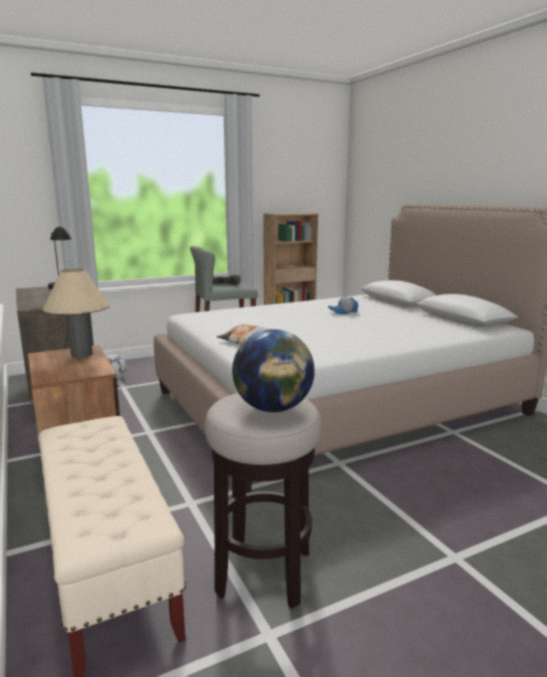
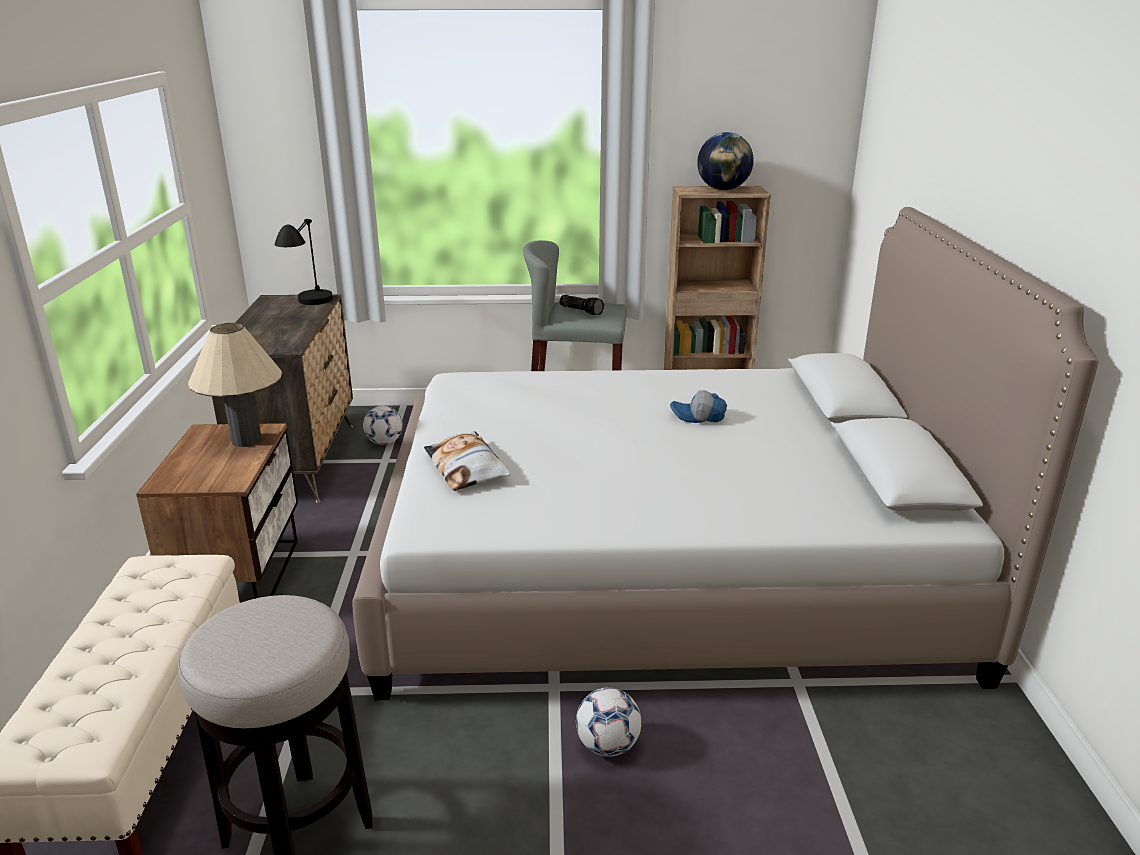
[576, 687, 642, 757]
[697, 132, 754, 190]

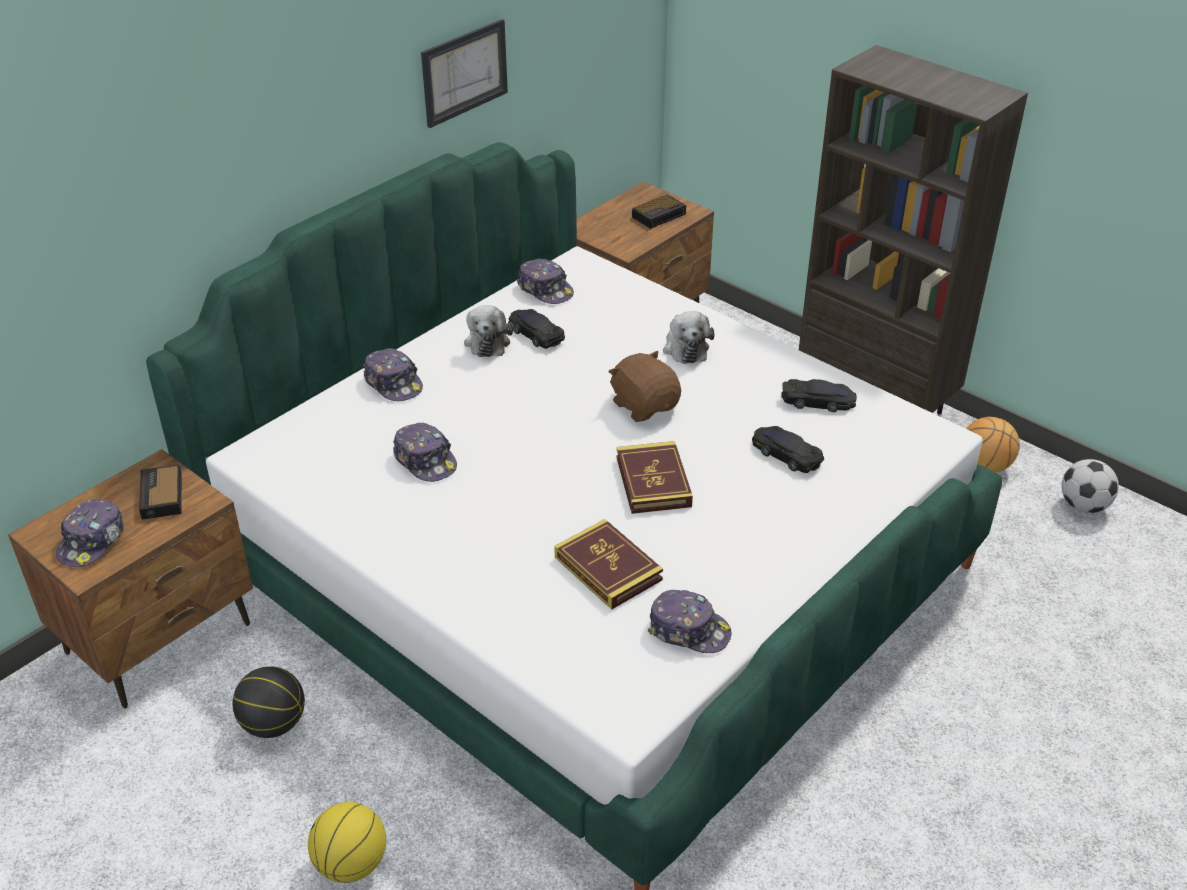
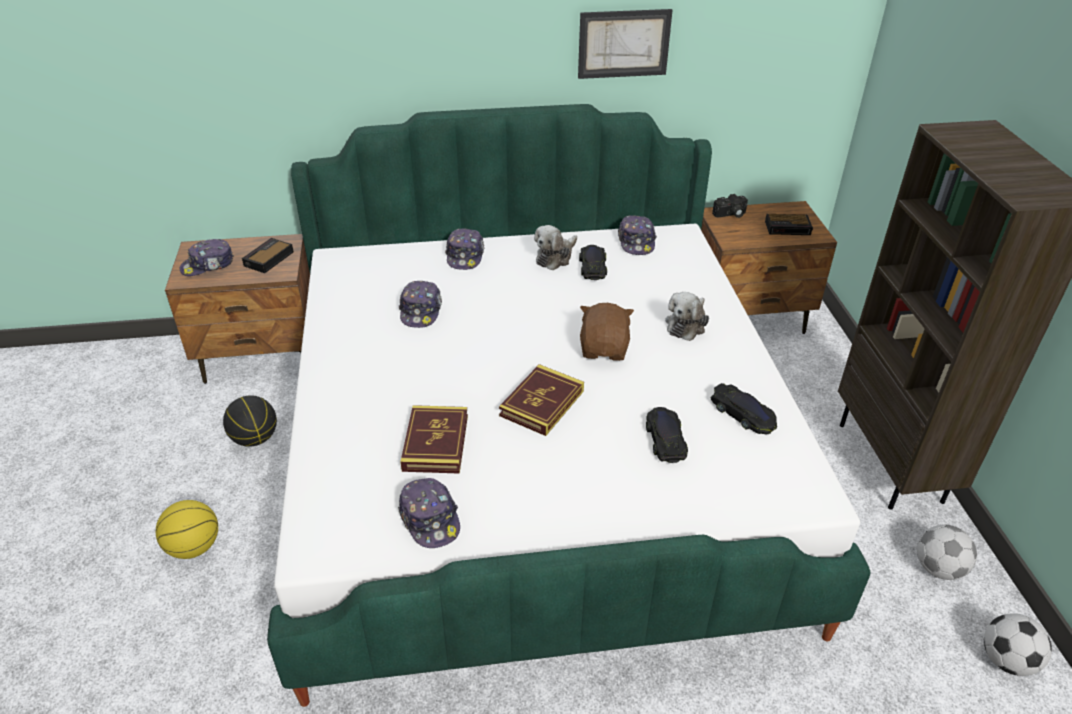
[712, 194, 748, 218]
[917, 525, 977, 580]

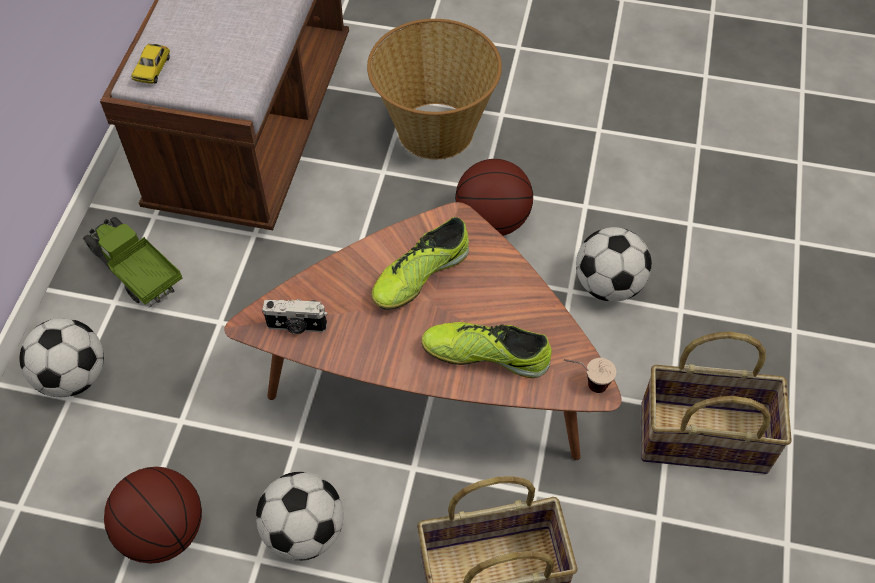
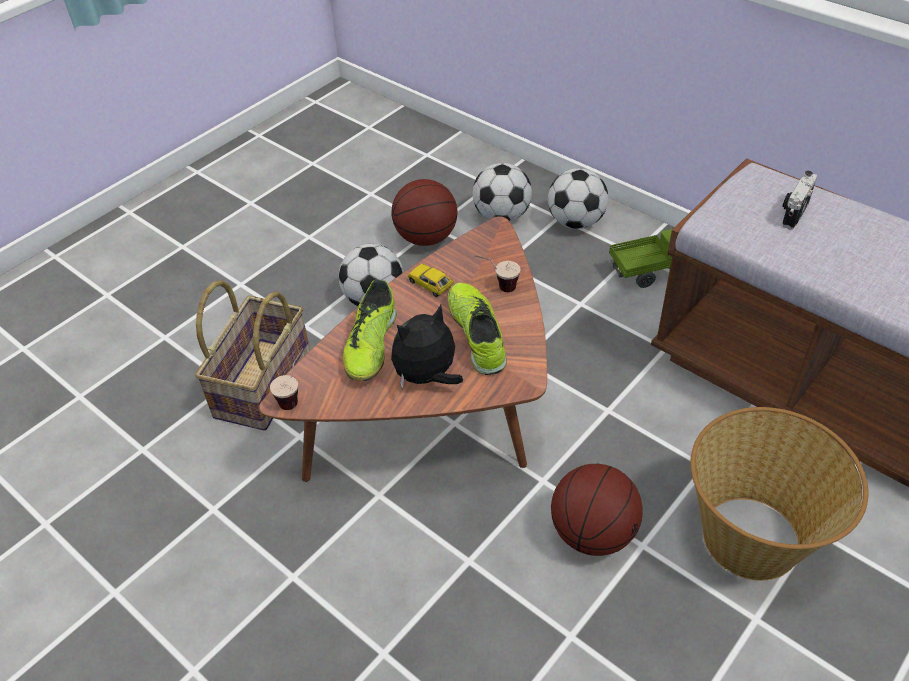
[343, 279, 397, 381]
[391, 305, 463, 389]
[408, 264, 453, 297]
[473, 163, 532, 222]
[474, 255, 520, 292]
[782, 171, 817, 230]
[641, 332, 792, 474] (first image)

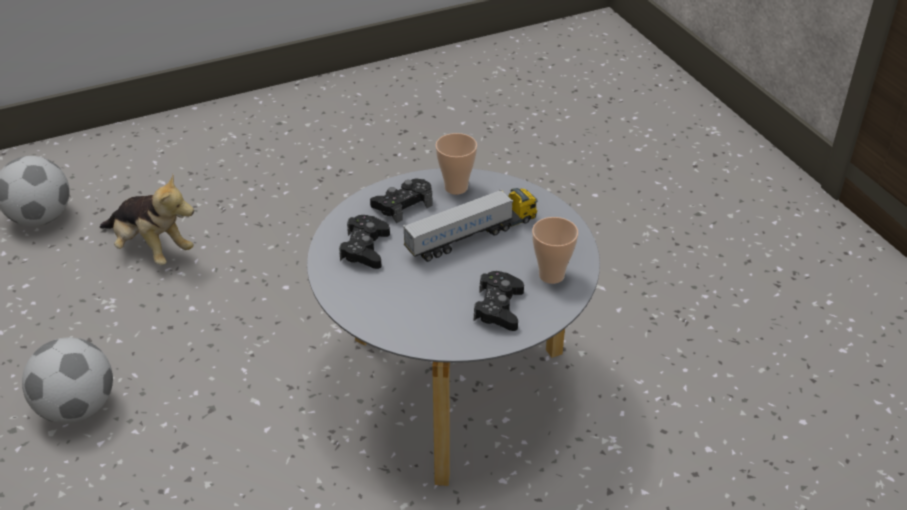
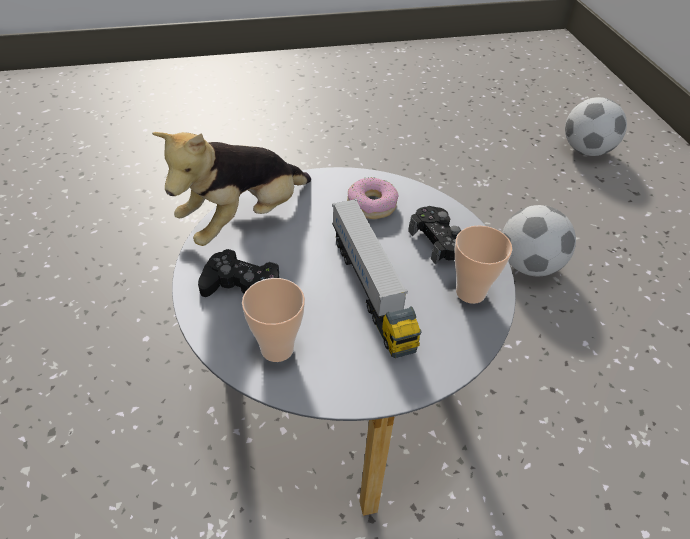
[152, 132, 311, 246]
[347, 177, 399, 219]
[502, 205, 576, 276]

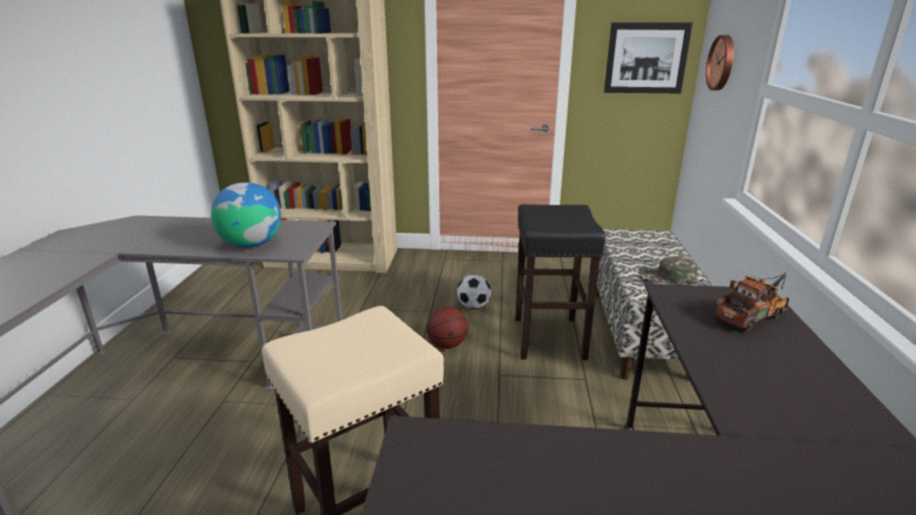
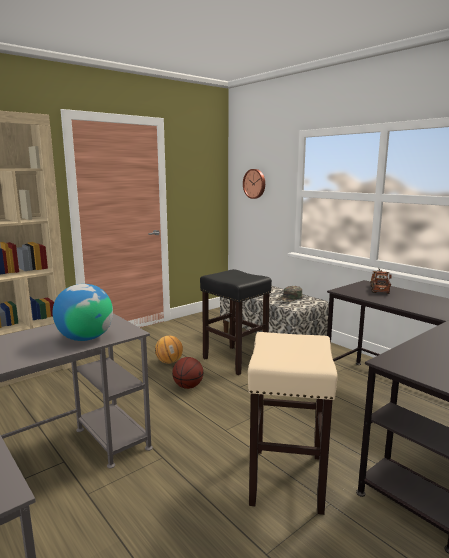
[155, 336, 183, 364]
[604, 22, 693, 94] (first image)

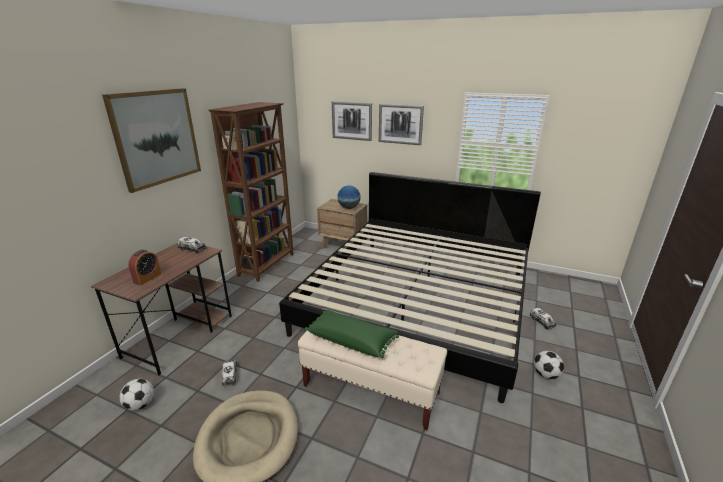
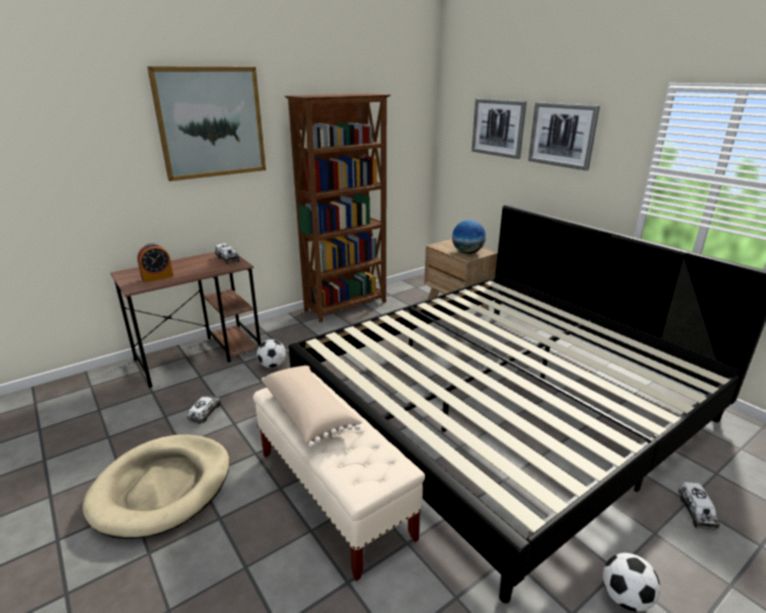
[257, 339, 286, 368]
[262, 366, 363, 447]

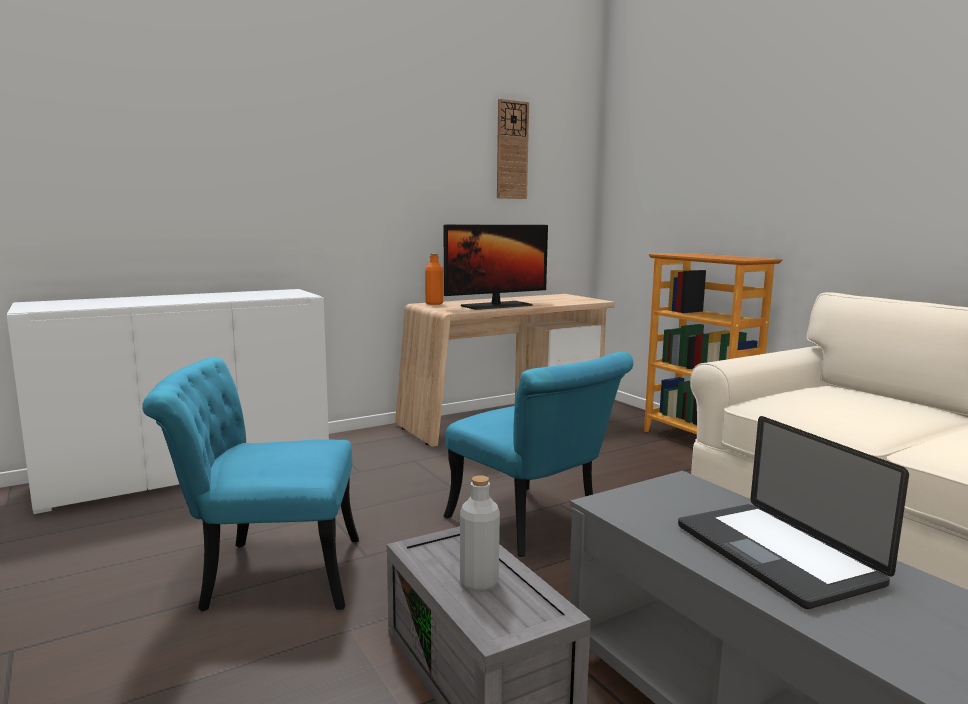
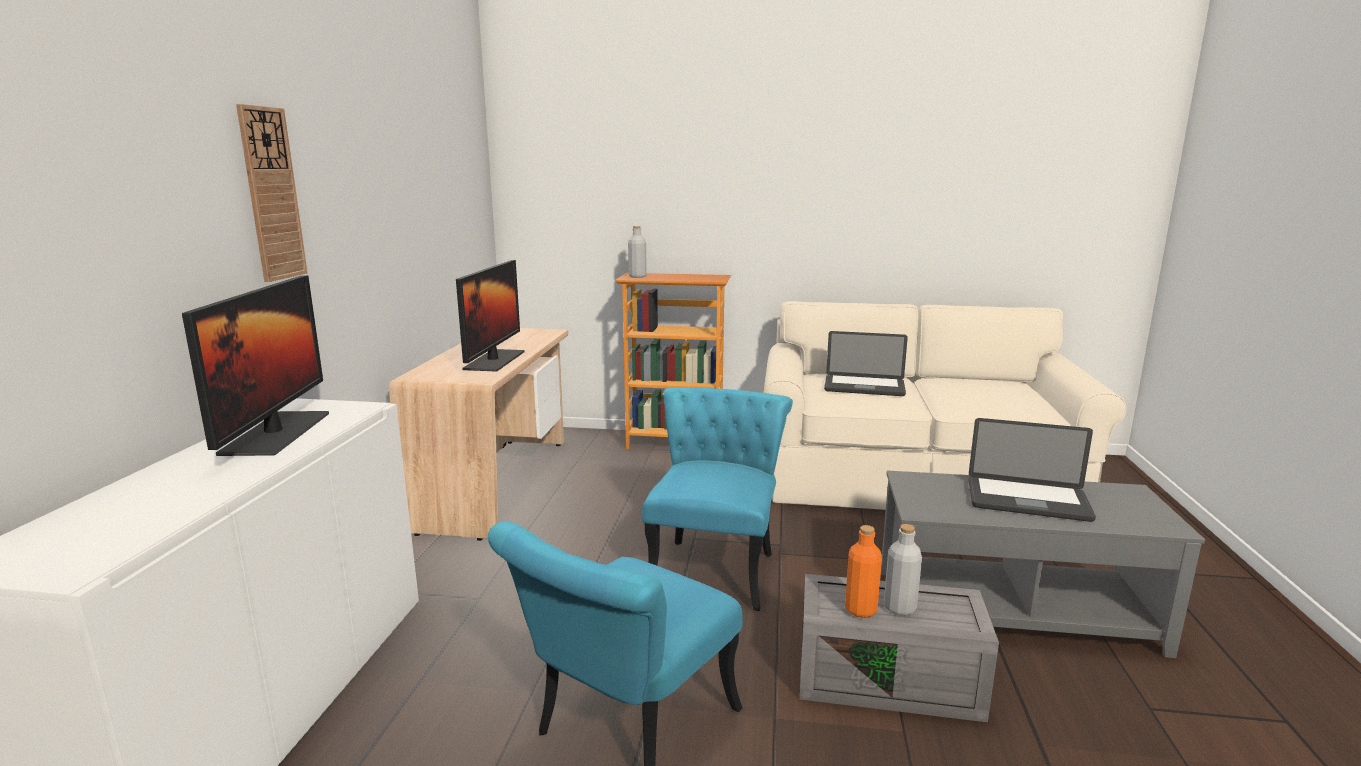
[182, 275, 329, 456]
[236, 104, 308, 282]
[628, 226, 647, 278]
[642, 387, 793, 611]
[824, 331, 908, 396]
[845, 525, 882, 618]

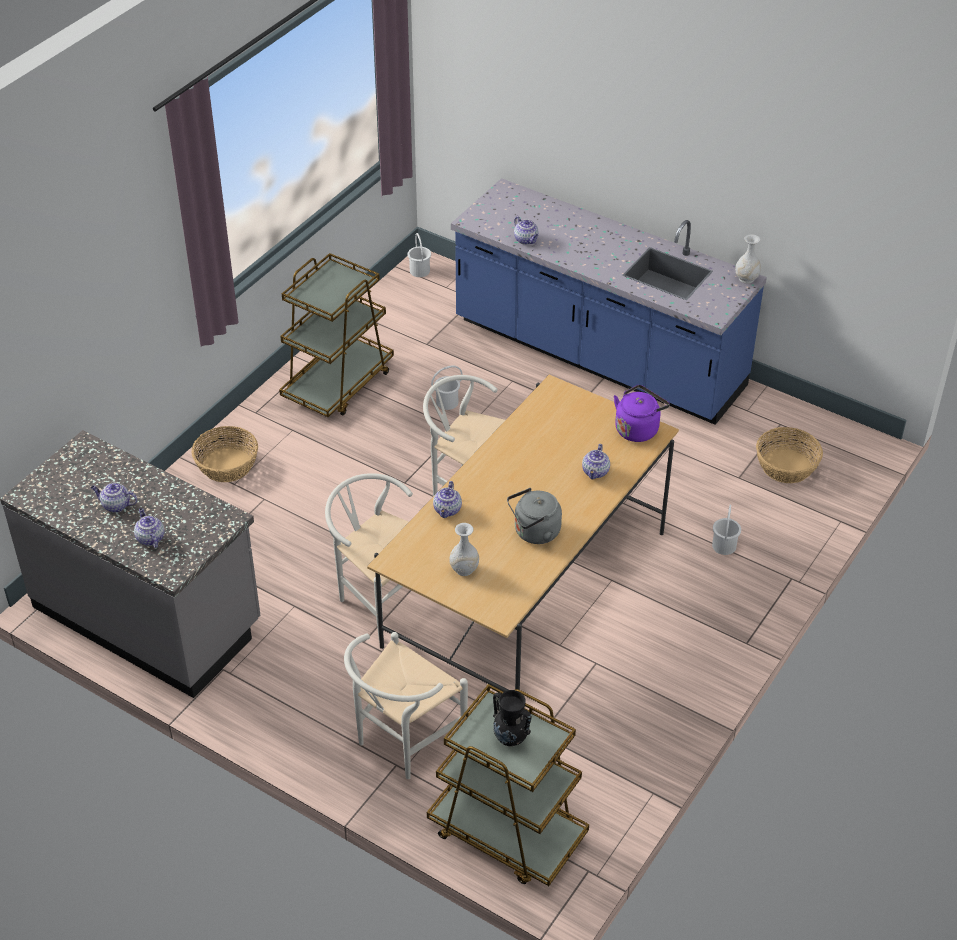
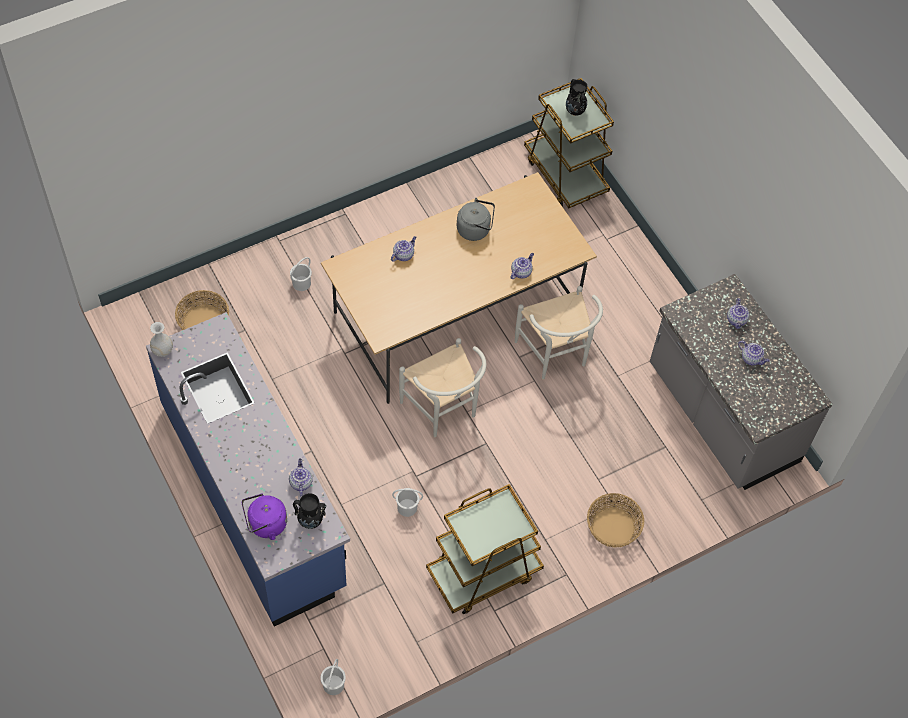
[242, 493, 287, 540]
[293, 493, 326, 529]
[344, 632, 468, 779] (first image)
[449, 523, 479, 576] (first image)

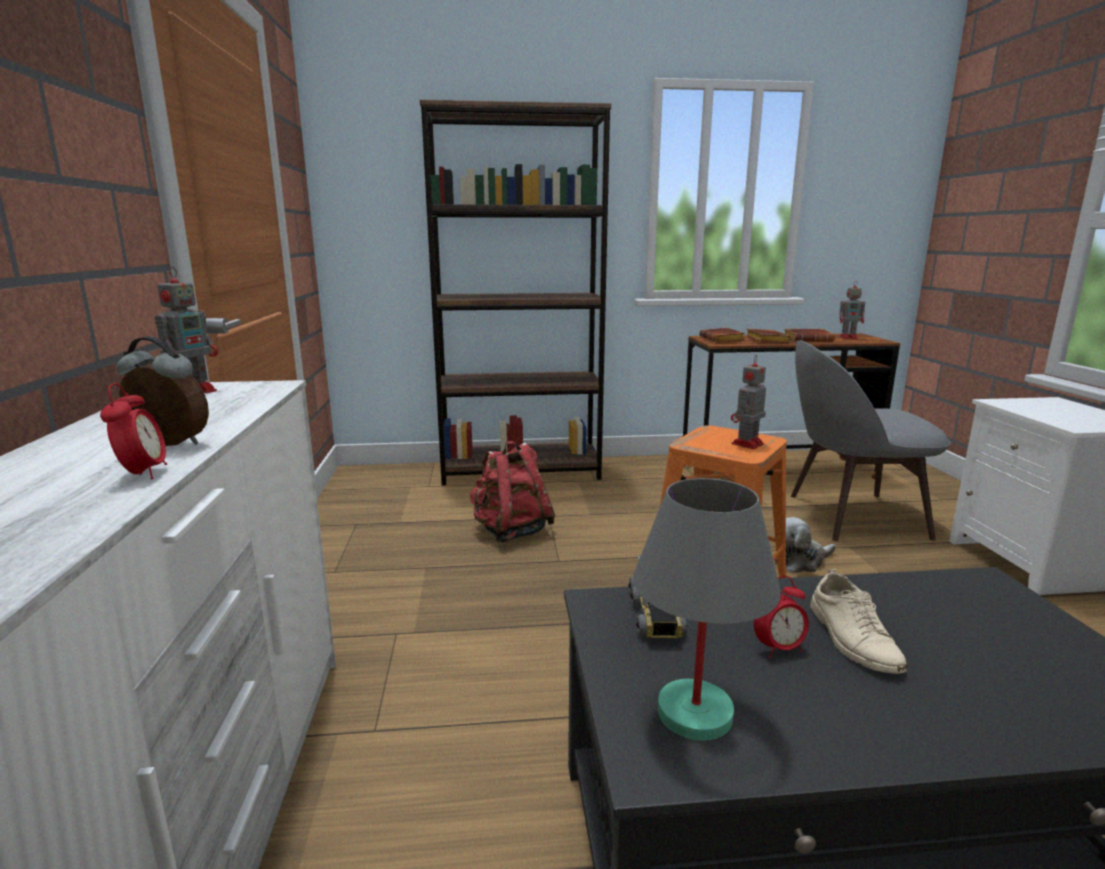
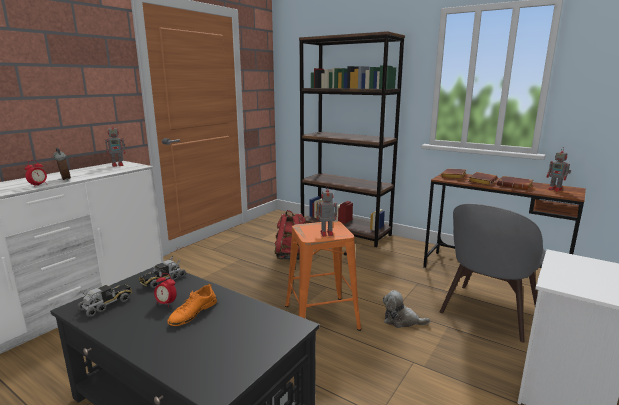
[77, 284, 132, 317]
[167, 284, 217, 326]
[440, 204, 546, 342]

